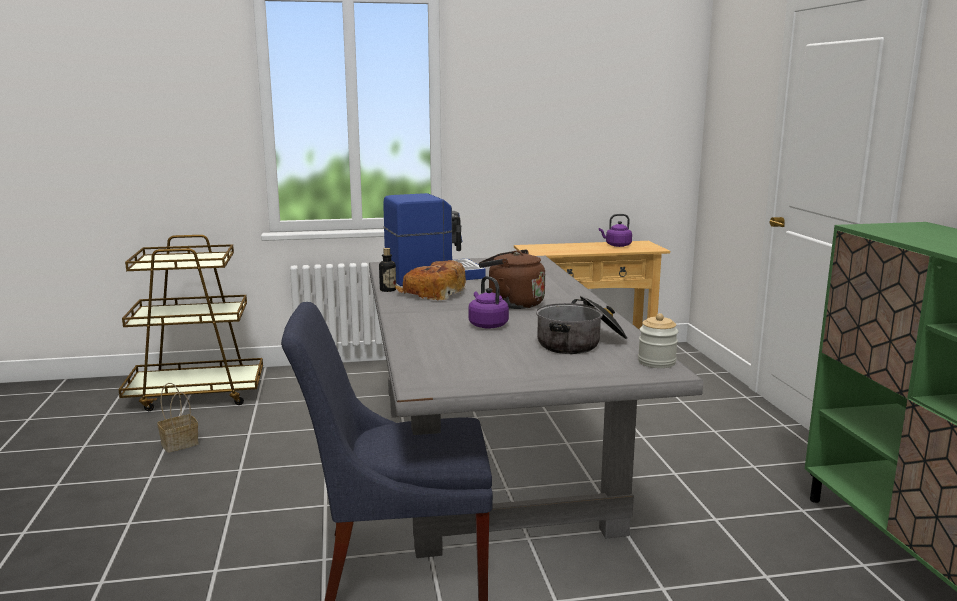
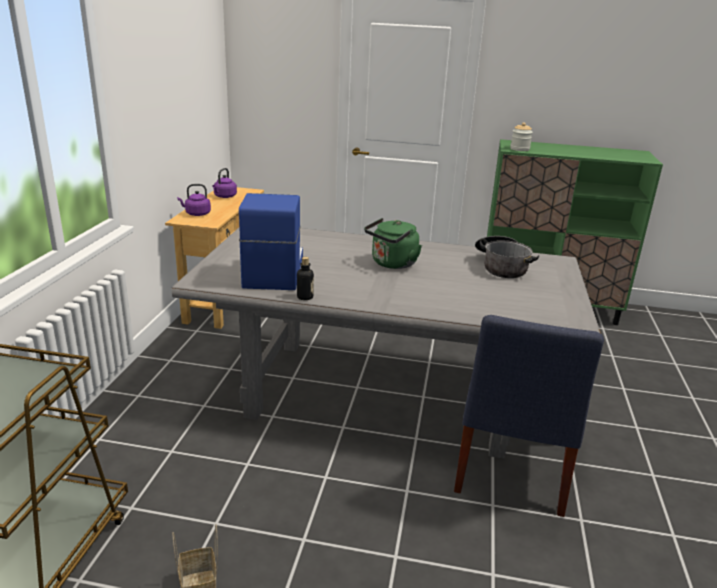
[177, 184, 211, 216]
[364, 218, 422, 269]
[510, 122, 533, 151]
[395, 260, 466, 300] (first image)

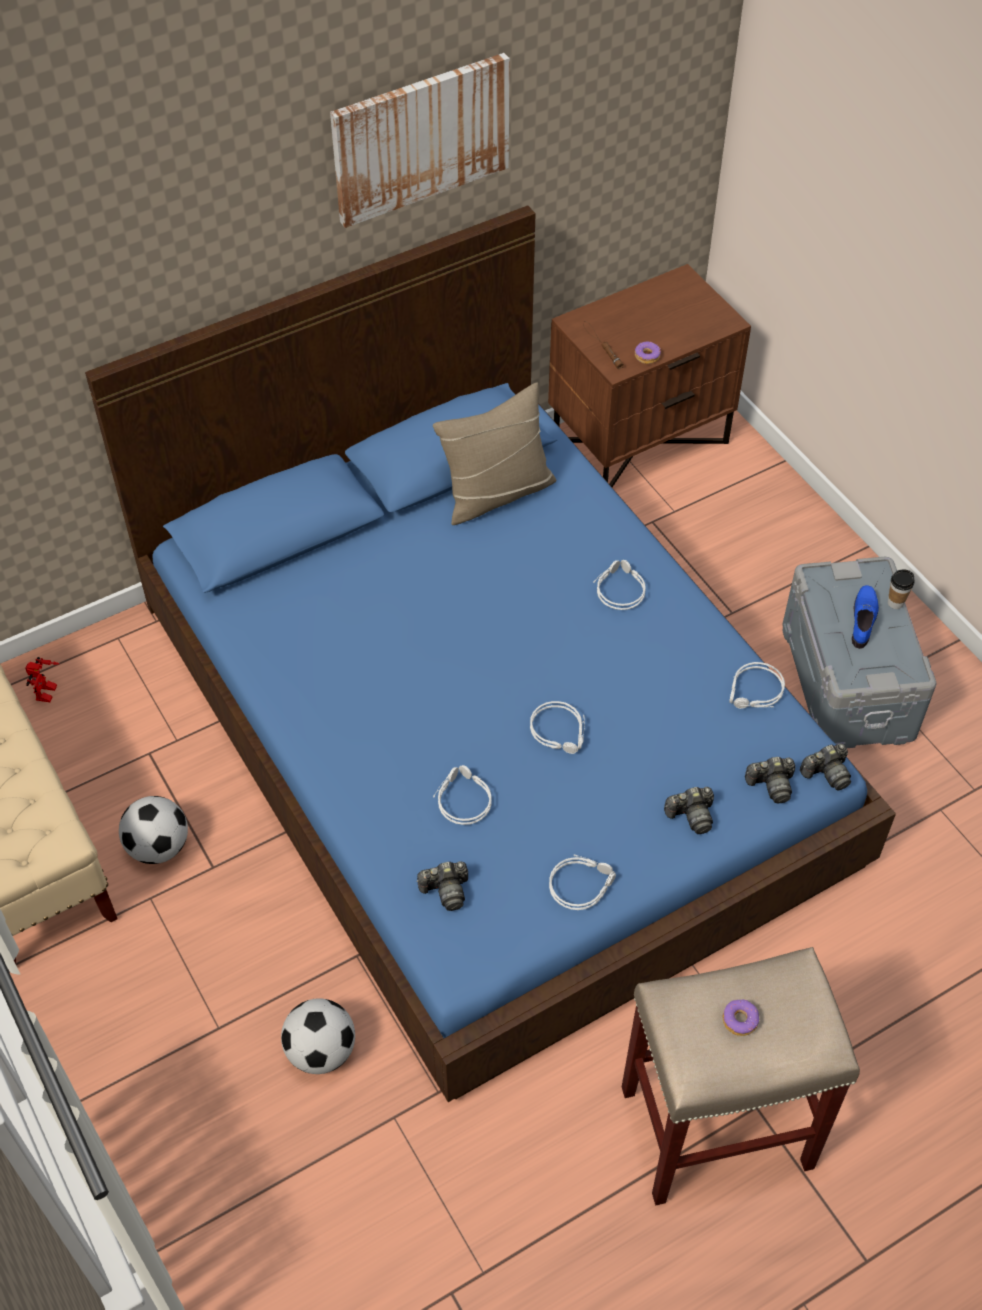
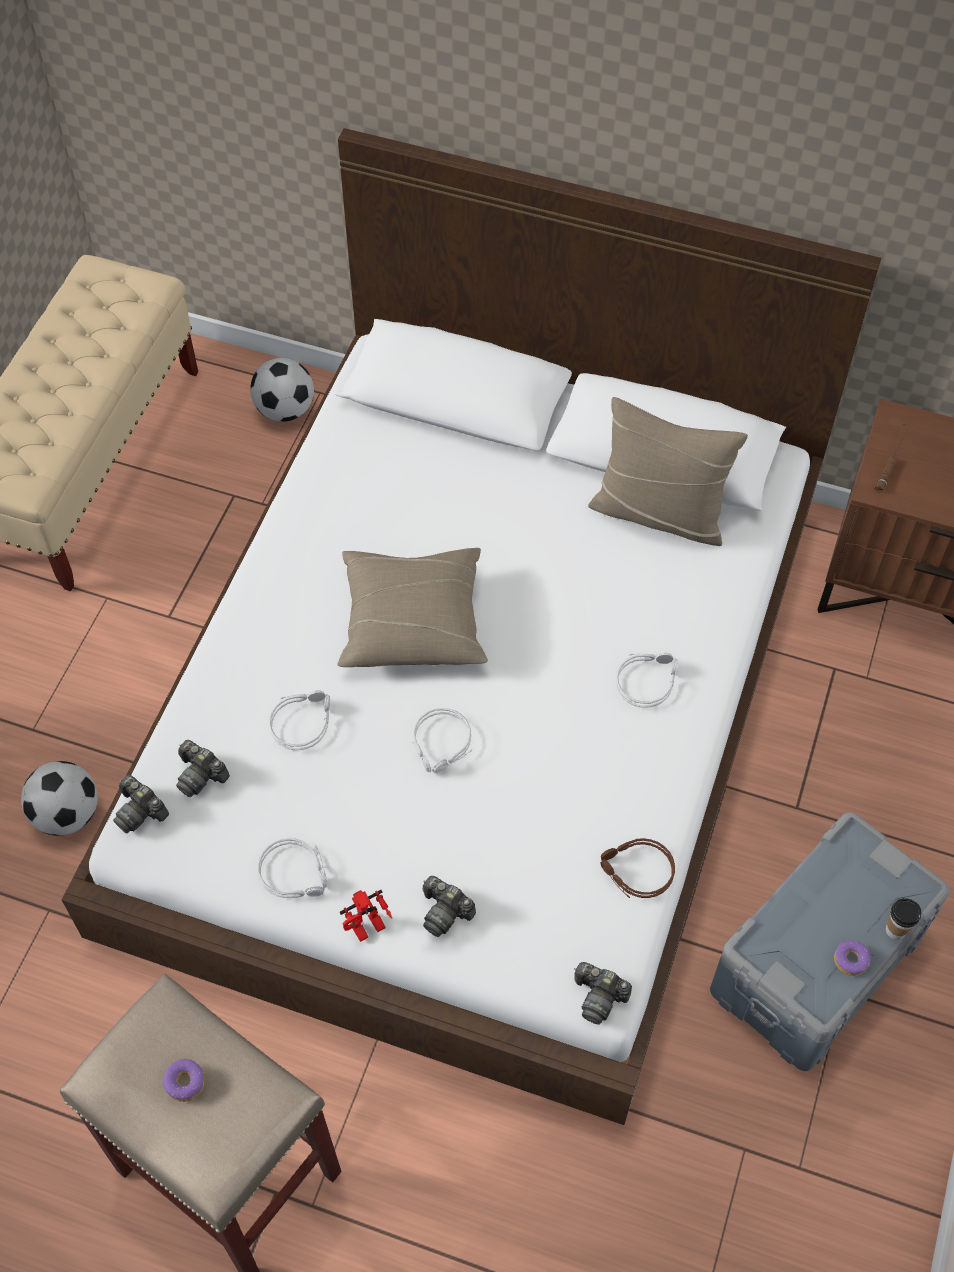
[61, 128, 881, 1125]
[113, 775, 169, 833]
[250, 358, 314, 422]
[338, 548, 488, 667]
[340, 890, 392, 942]
[600, 838, 675, 898]
[834, 940, 870, 976]
[330, 53, 510, 228] (first image)
[851, 585, 879, 649] (first image)

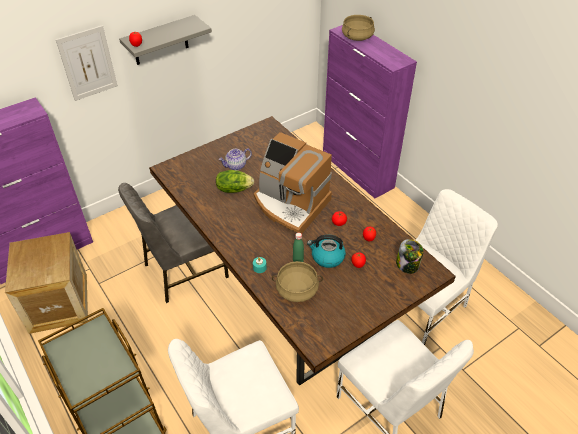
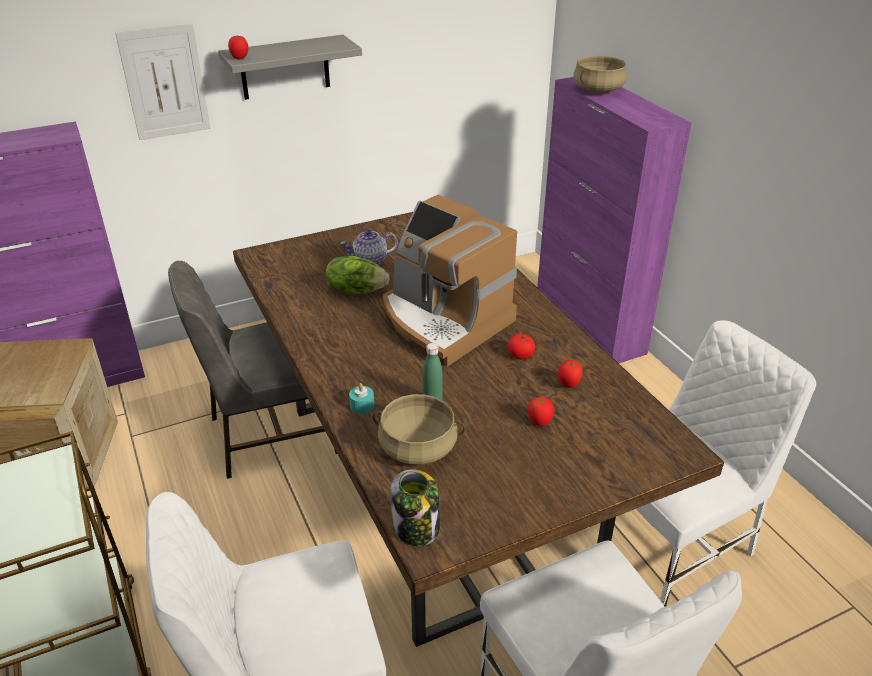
[390, 469, 440, 546]
[307, 234, 346, 268] (first image)

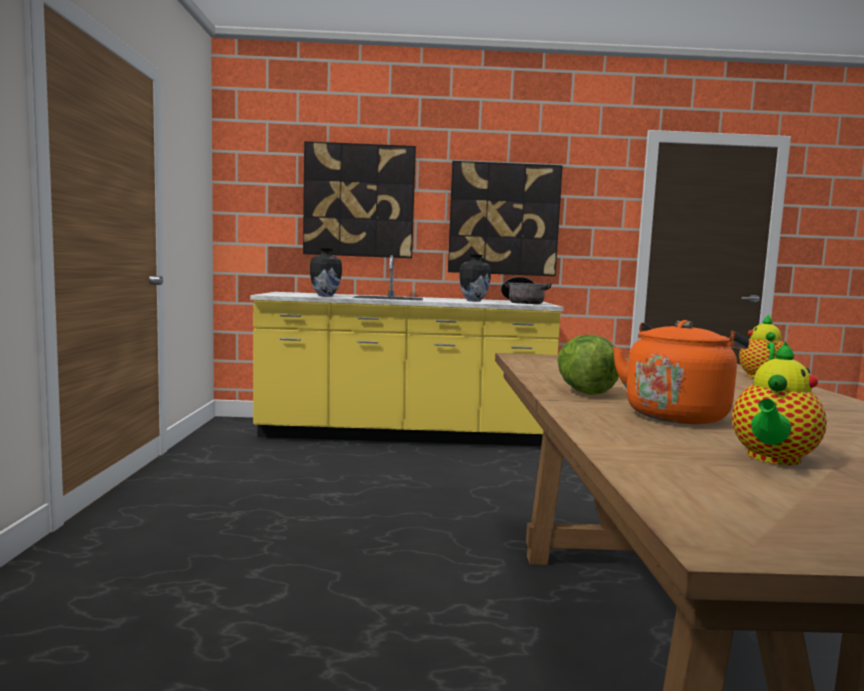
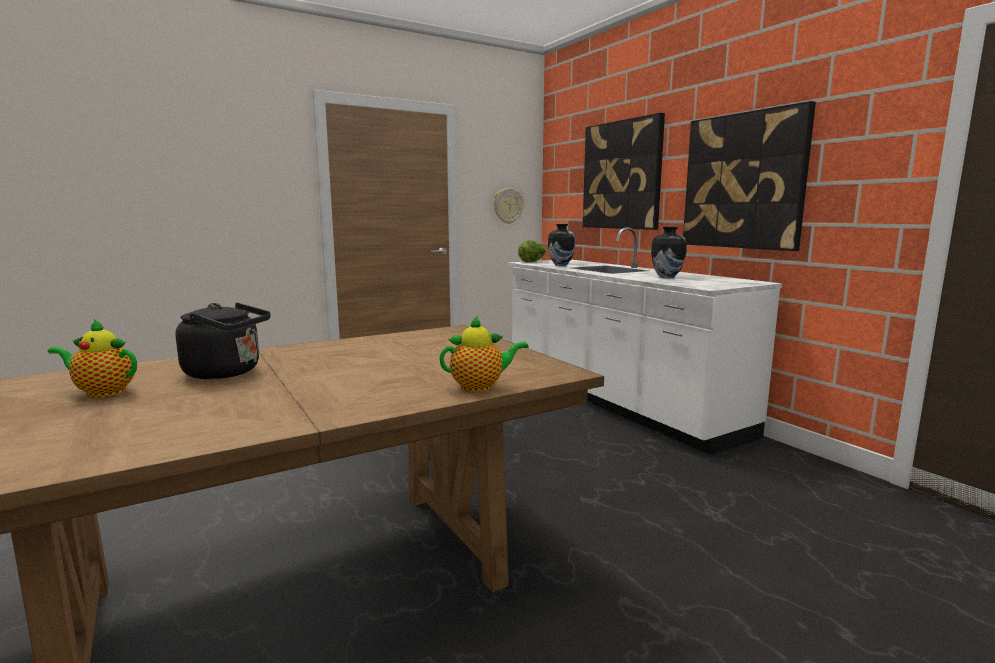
[175, 303, 271, 379]
[494, 188, 524, 224]
[508, 227, 782, 455]
[518, 240, 547, 262]
[501, 277, 552, 304] (first image)

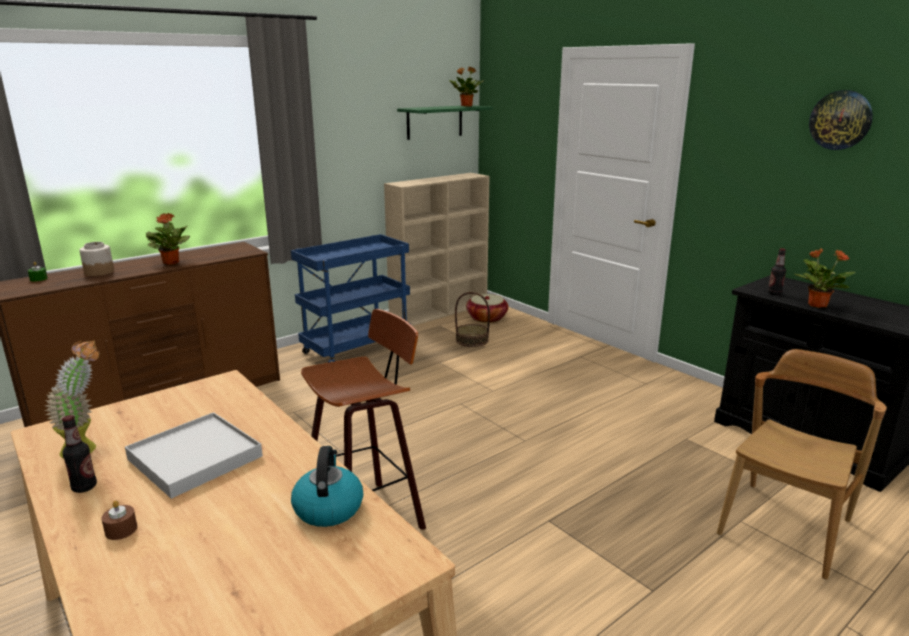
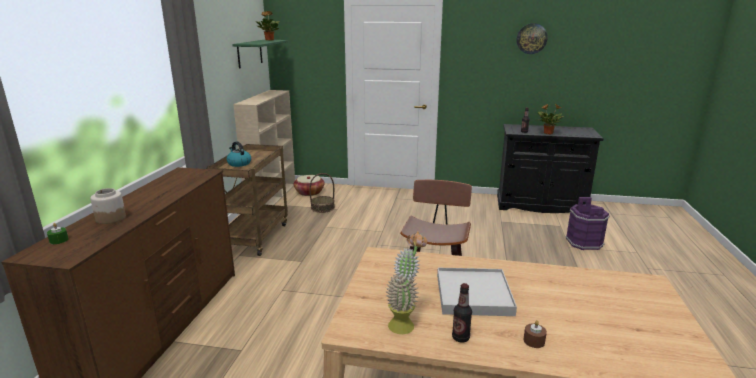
[206, 144, 288, 256]
[226, 141, 251, 167]
[566, 197, 610, 250]
[146, 213, 190, 265] (first image)

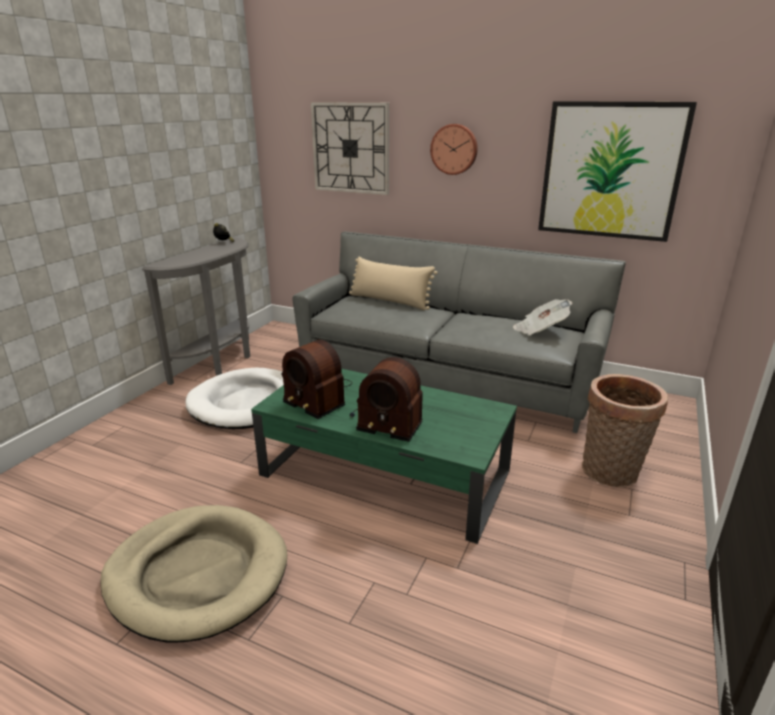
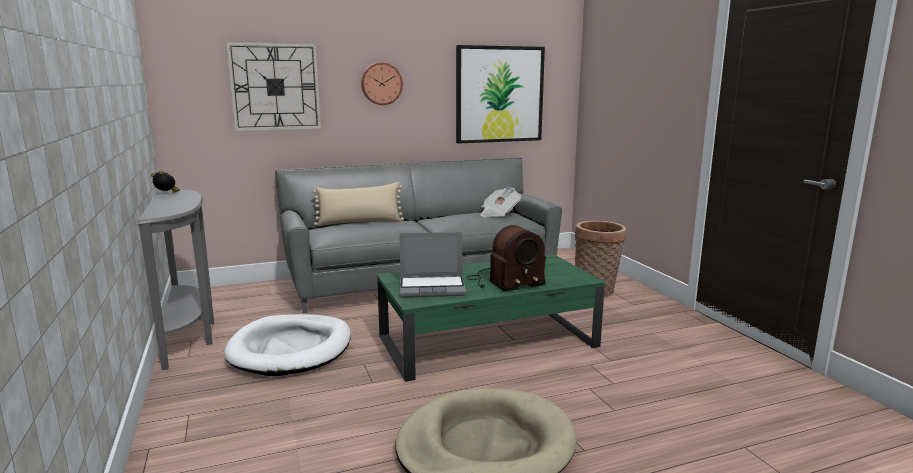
[399, 232, 466, 298]

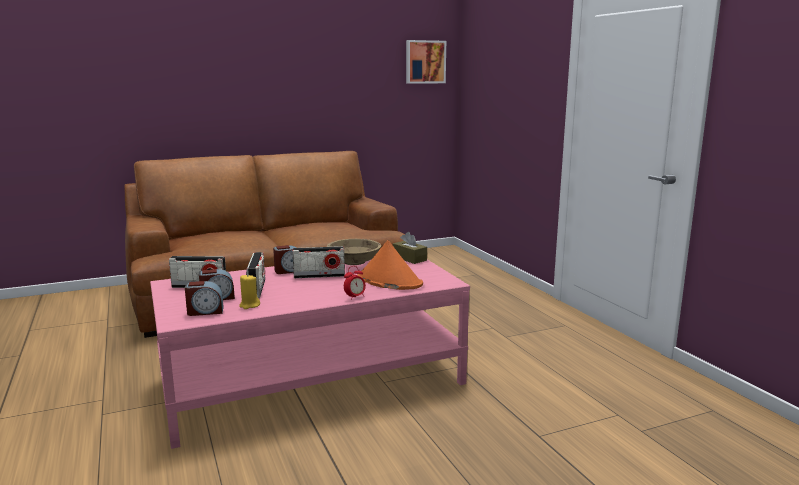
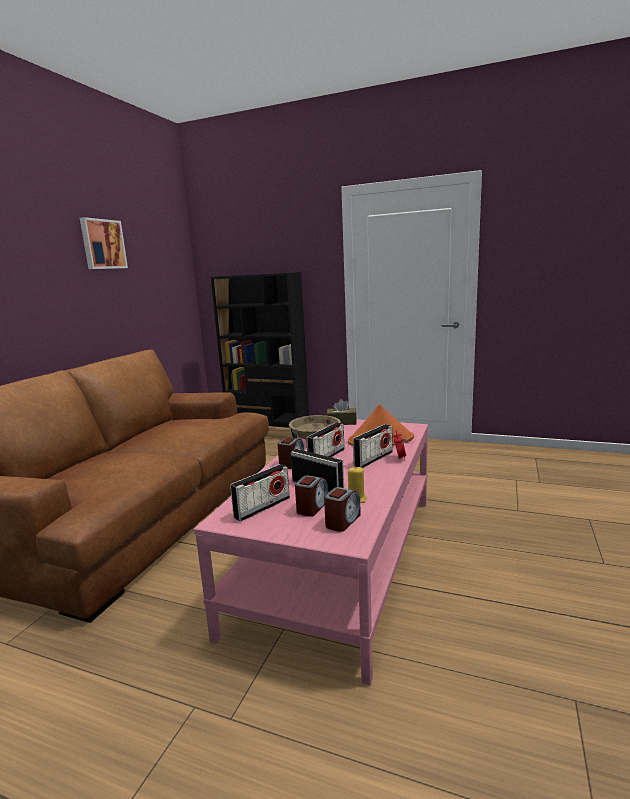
[80, 217, 128, 269]
[211, 272, 309, 439]
[353, 424, 392, 468]

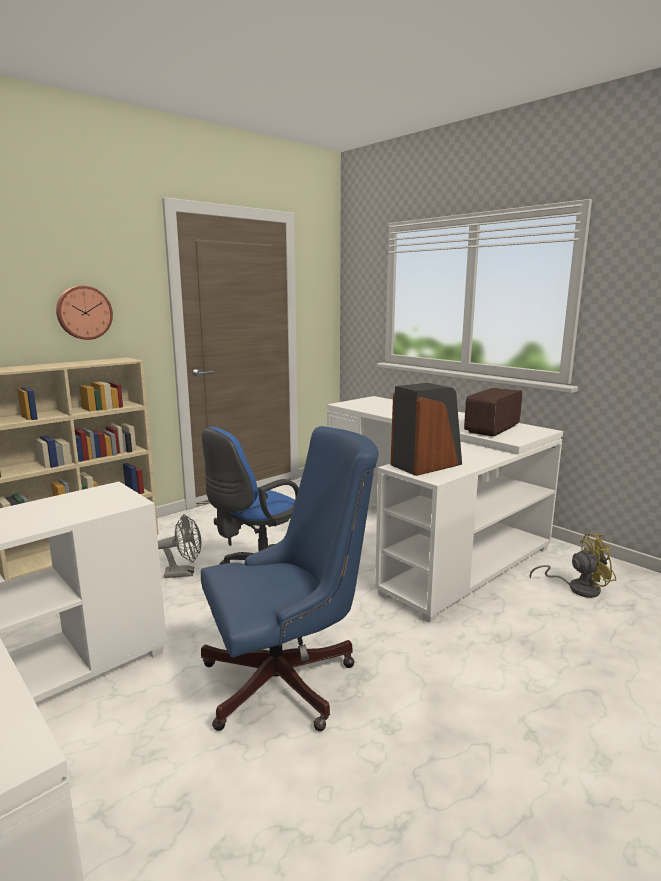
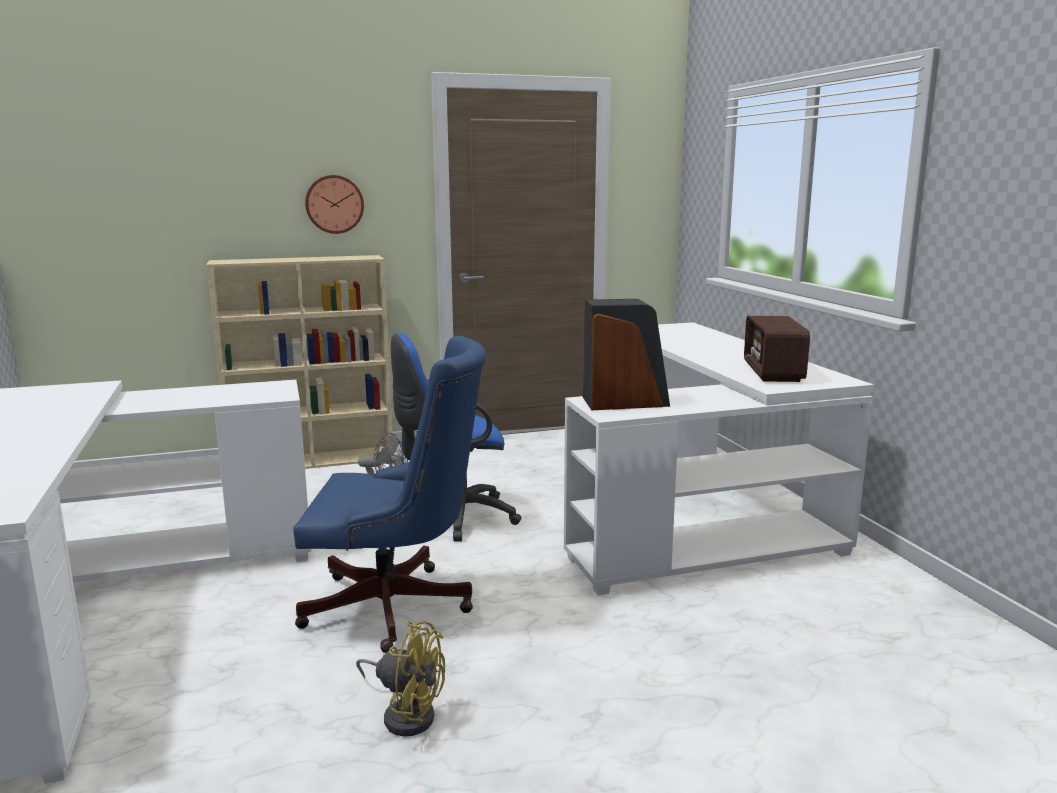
[356, 621, 445, 736]
[744, 316, 810, 382]

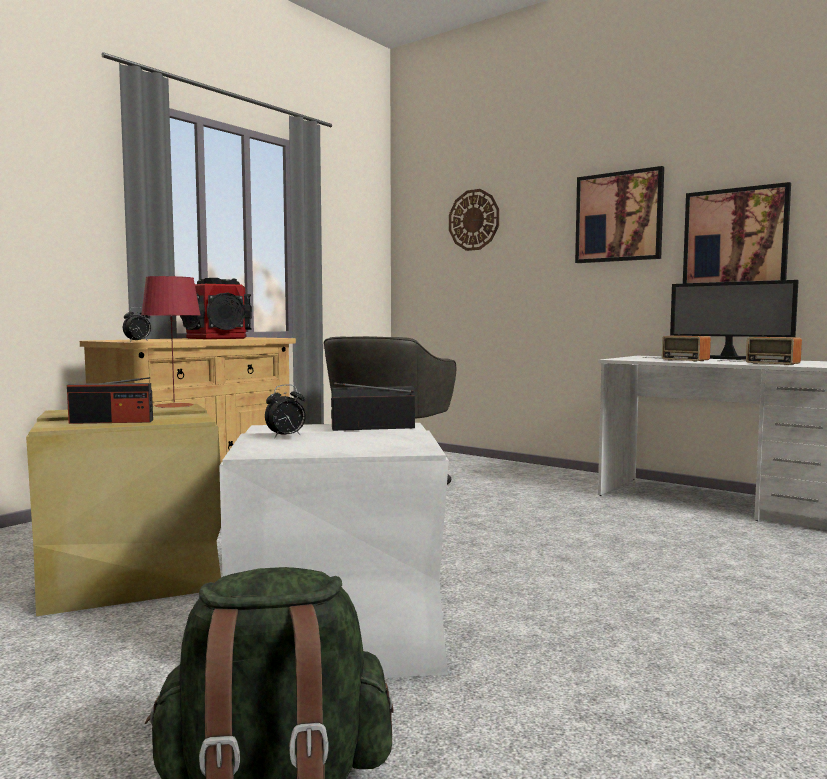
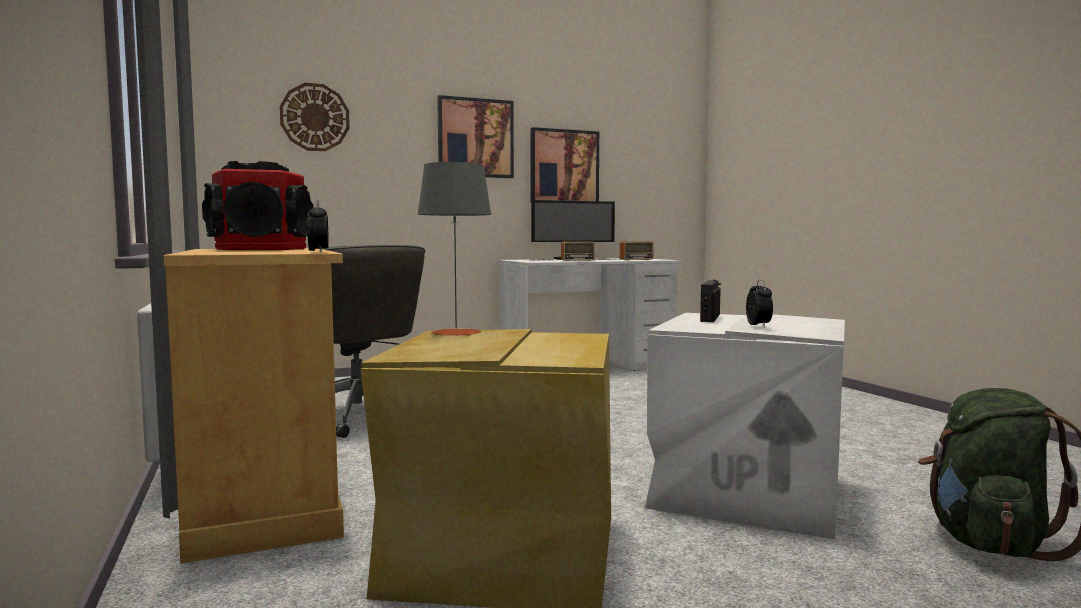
[417, 162, 492, 336]
[67, 377, 153, 424] (first image)

